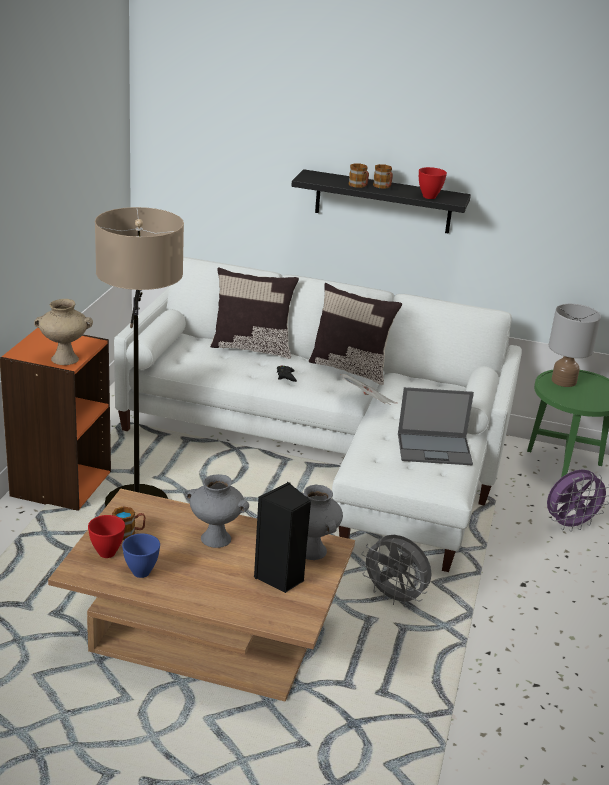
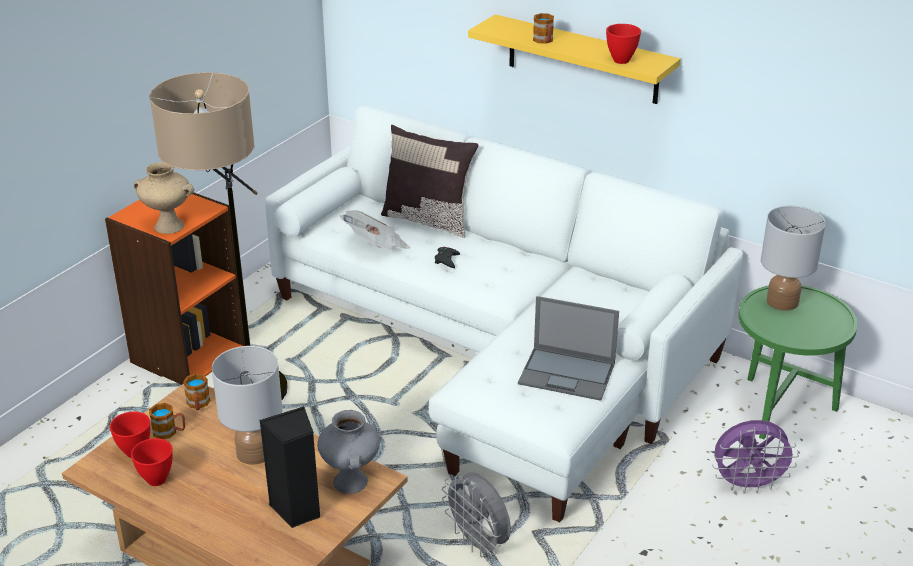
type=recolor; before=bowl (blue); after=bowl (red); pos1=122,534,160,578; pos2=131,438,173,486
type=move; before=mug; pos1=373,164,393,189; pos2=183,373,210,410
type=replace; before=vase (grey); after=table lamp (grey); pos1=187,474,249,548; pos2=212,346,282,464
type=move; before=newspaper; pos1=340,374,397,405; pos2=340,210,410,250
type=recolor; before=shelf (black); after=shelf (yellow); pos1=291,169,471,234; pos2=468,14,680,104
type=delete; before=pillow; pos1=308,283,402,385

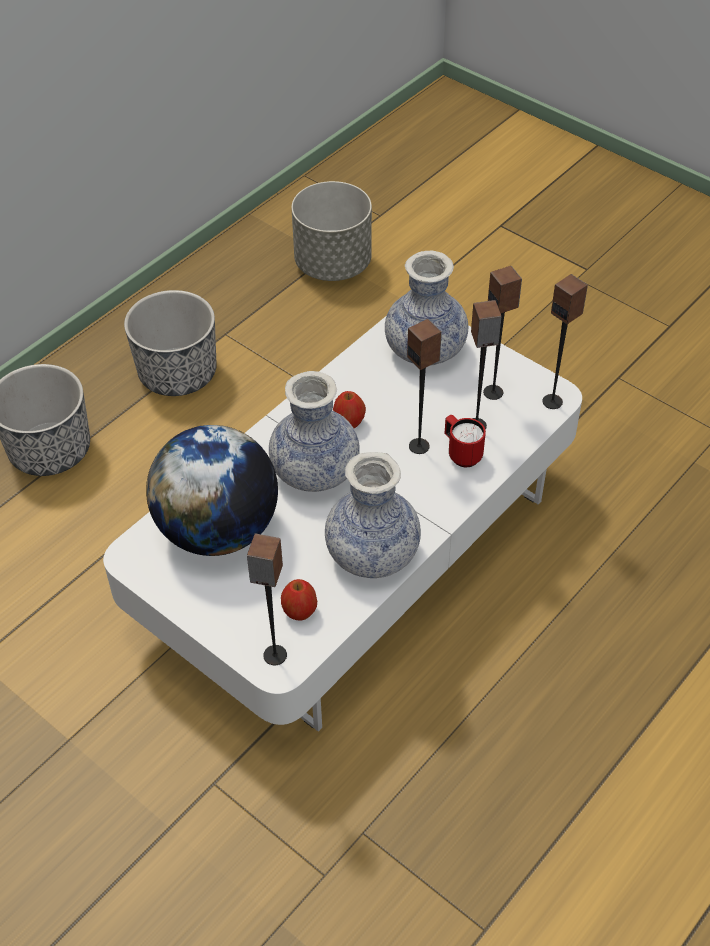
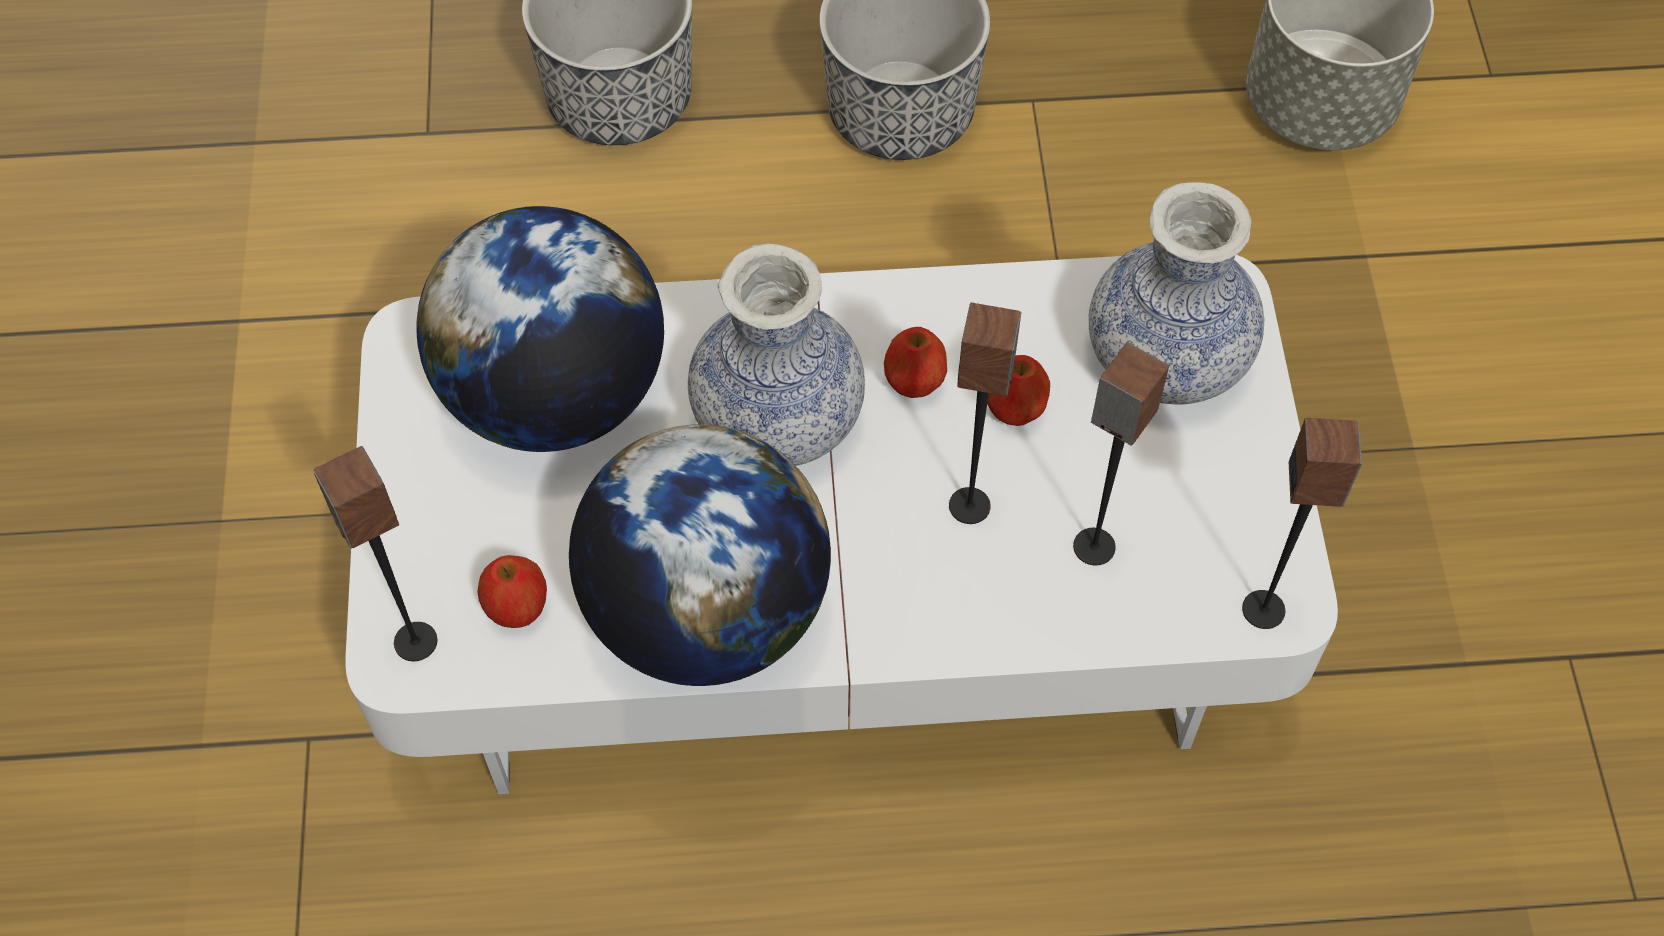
type=replace; before=vase; after=globe; pos1=325,452,421,578; pos2=569,424,831,686
type=insert; after=apple; pos2=987,355,1050,426
type=delete; before=mug (red); pos1=445,415,486,467
type=delete; before=speaker; pos1=483,266,522,400

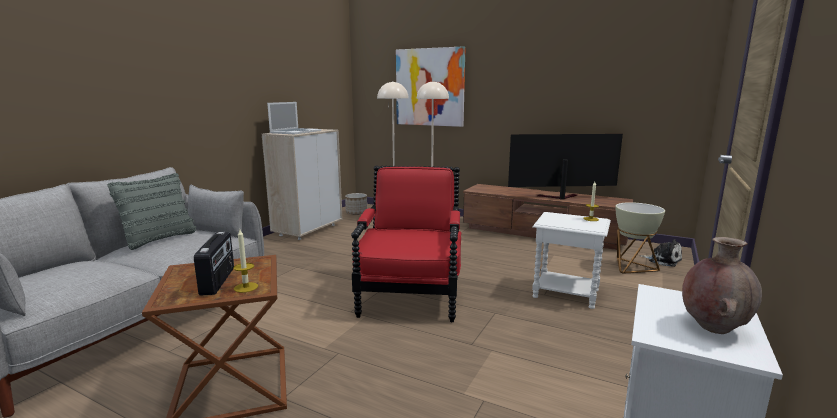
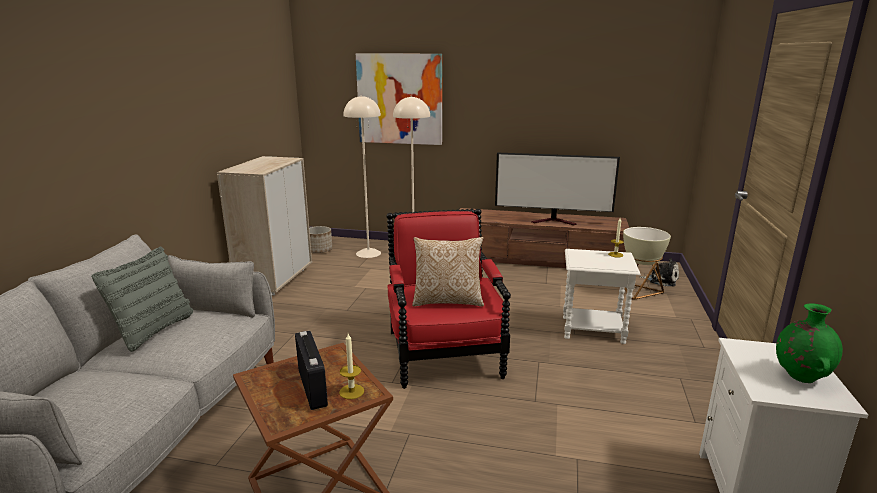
type=insert; after=pillow; pos2=412,237,484,307
type=rotate; before=television; pos1=508,134,623,200; pos2=495,152,620,225; turn=-150
type=recolor; before=vase (brown); after=vase (green); pos1=682,237,762,334; pos2=776,303,843,383
type=delete; before=laptop; pos1=267,102,321,134

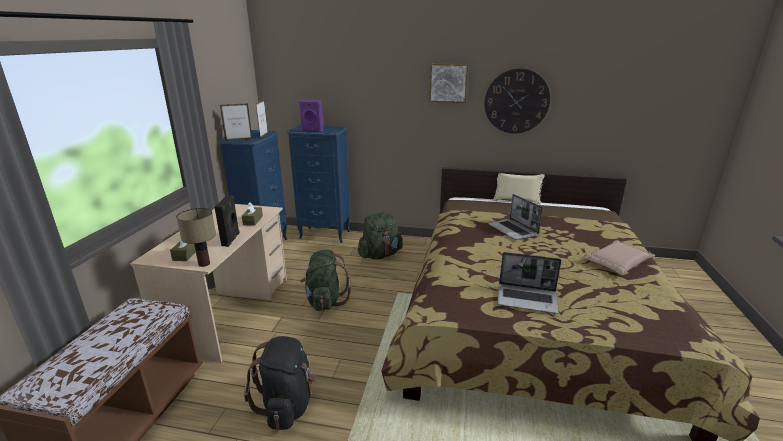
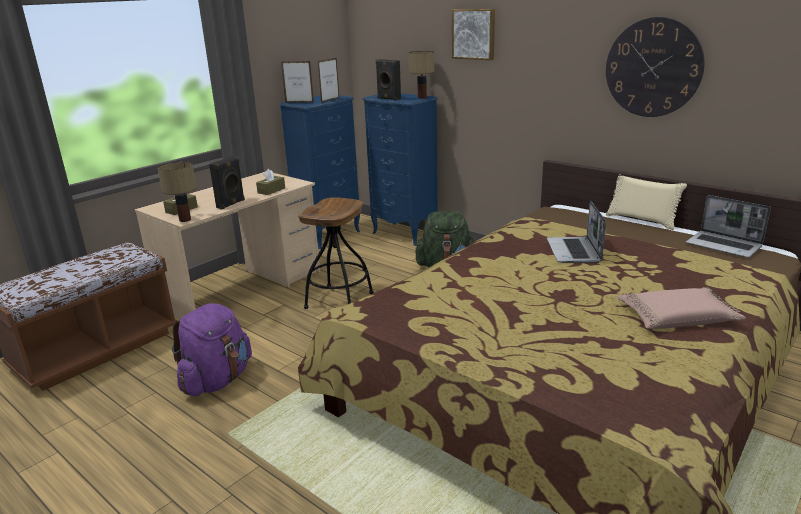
type=recolor; before=backpack (black); after=backpack (purple); pos1=244,336,317,430; pos2=172,303,252,396
type=replace; before=backpack (green); after=stool (brown); pos1=300,250,350,311; pos2=298,197,374,309
type=recolor; before=speaker (purple); after=speaker (black); pos1=299,100,323,132; pos2=376,59,401,101
type=insert; after=table lamp; pos2=408,51,435,99
type=move; before=picture; pos1=429,63,468,103; pos2=452,9,495,60
type=move; before=laptop; pos1=497,252,561,314; pos2=686,195,771,258

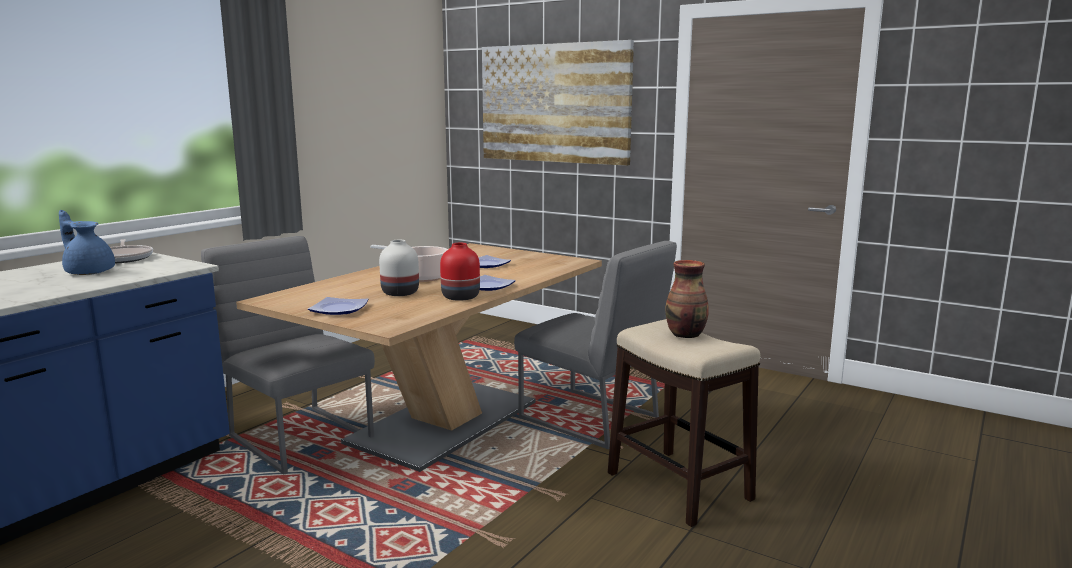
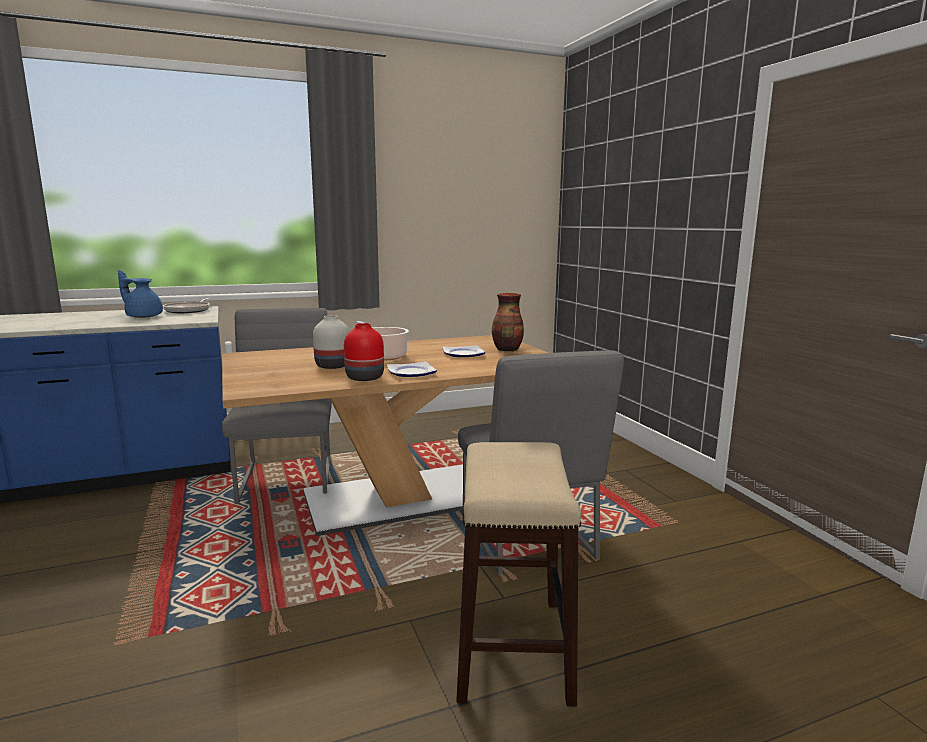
type=rotate; before=teapot (blue); pos1=59,210,115,275; pos2=118,270,163,318; turn=-45
type=move; before=vase; pos1=666,260,709,338; pos2=492,293,524,352
type=delete; before=plate; pos1=308,297,369,315
type=delete; before=picture; pos1=482,40,634,166

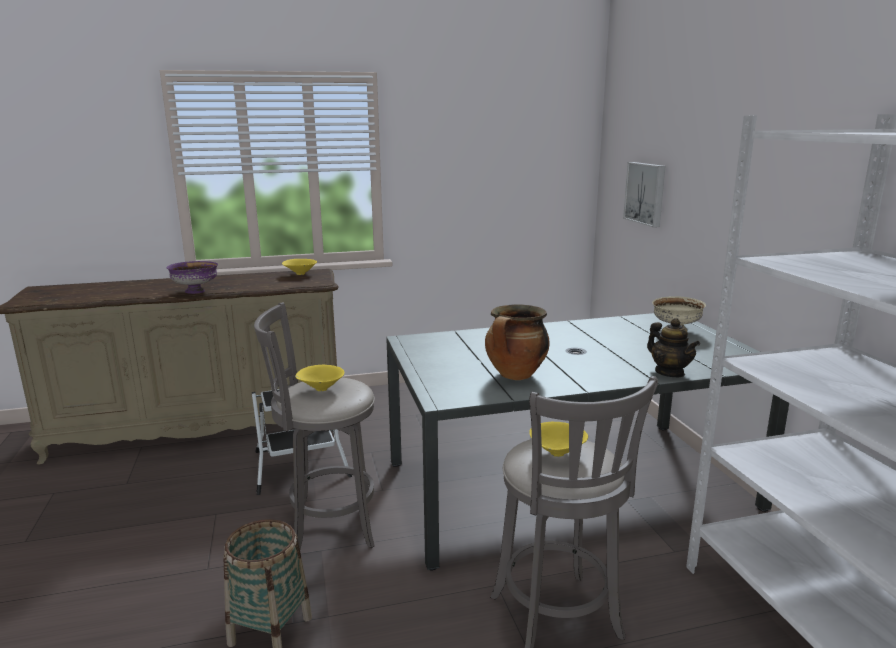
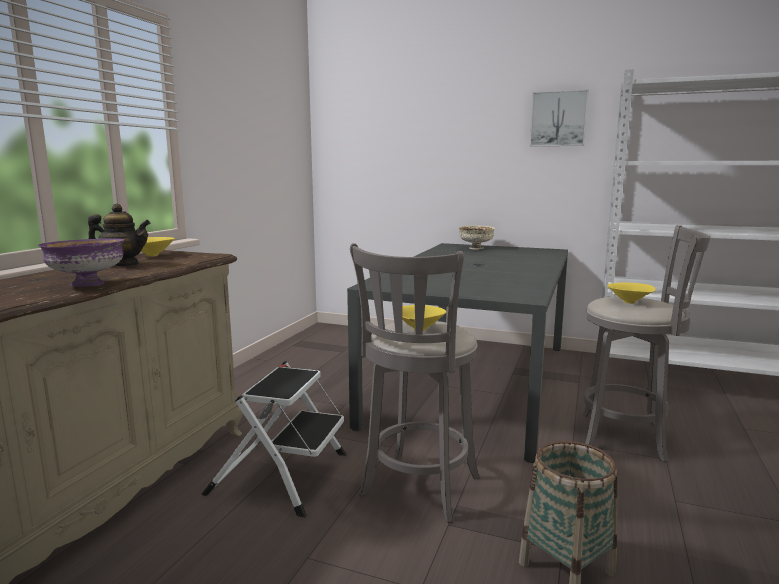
type=move; before=teapot; pos1=647,318,700,377; pos2=88,204,151,266
type=move; before=picture; pos1=623,162,665,227; pos2=530,89,588,146
type=delete; before=cooking pot; pos1=485,304,550,380

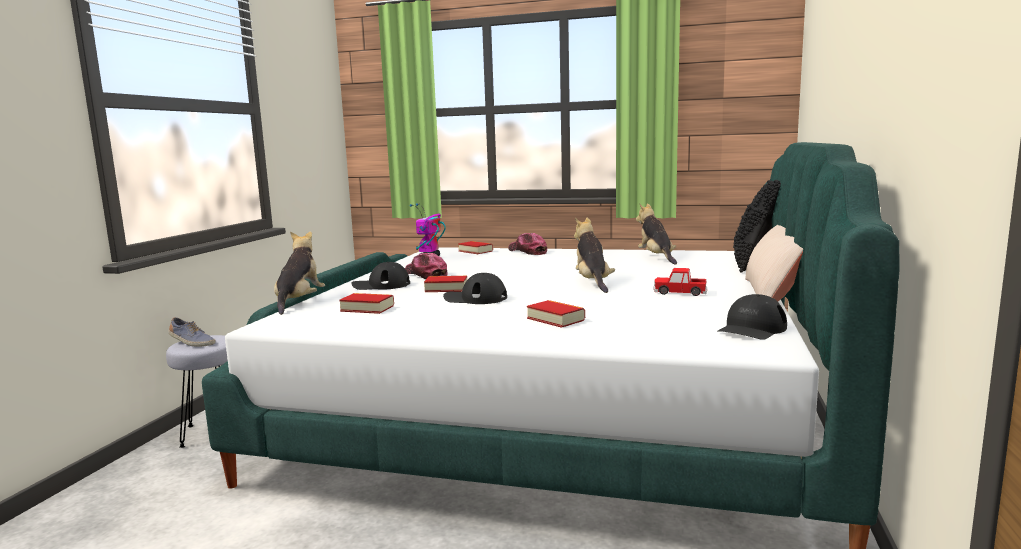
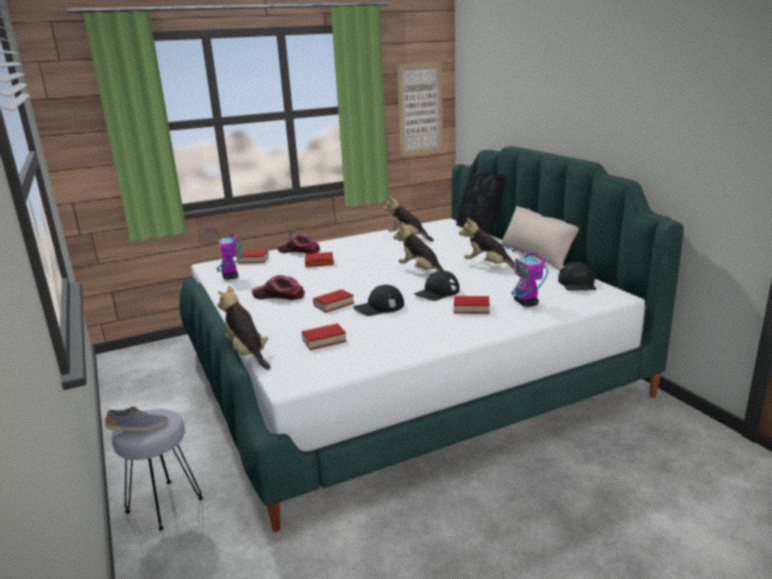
type=insert; after=book; pos2=305,252,334,267
type=insert; after=picture; pos2=397,61,443,156
type=move; before=cap (black); pos1=351,262,410,290; pos2=414,271,460,301
type=replace; before=toy car; after=plush toy; pos1=653,268,707,296; pos2=459,217,514,269
type=insert; after=toy robot; pos2=506,245,548,307

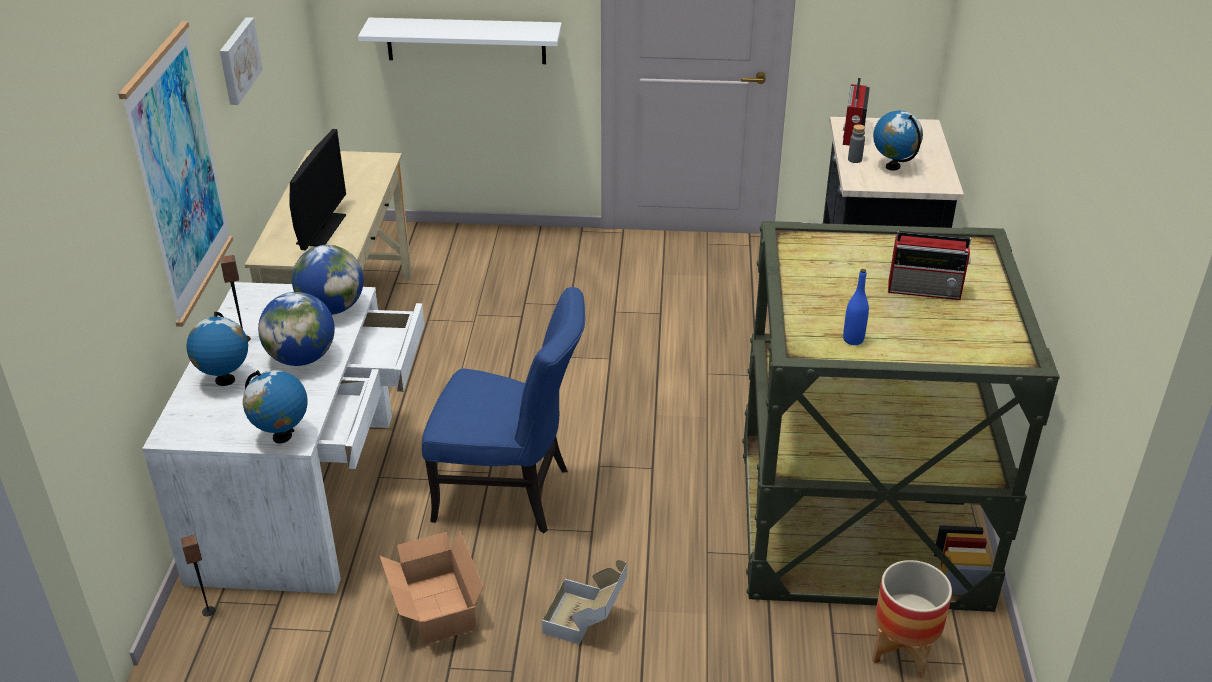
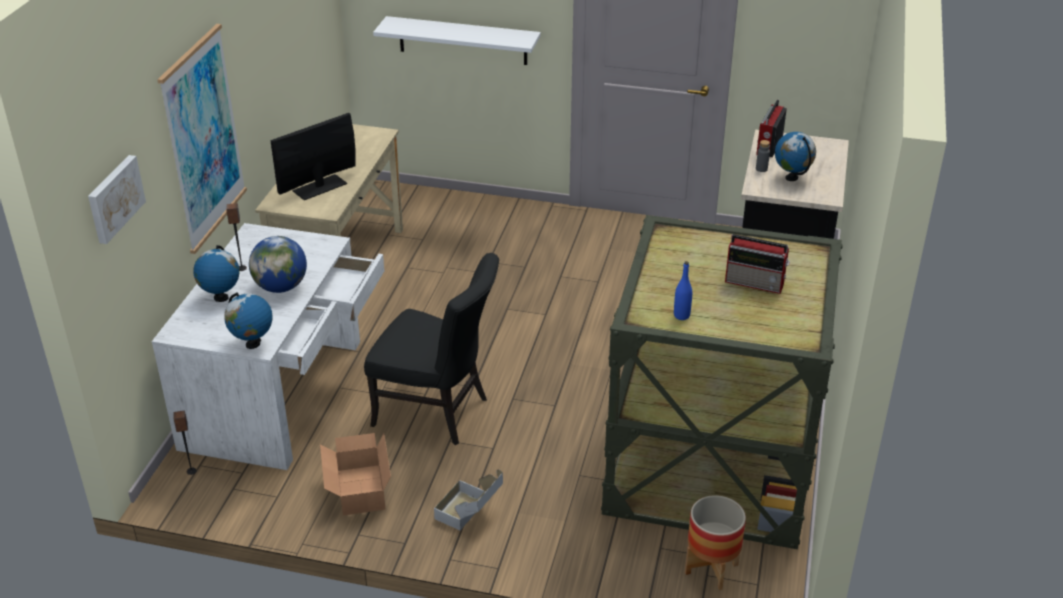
type=move; before=picture; pos1=220,17,263,105; pos2=88,155,146,244
type=rotate; before=monitor; pos1=289,129,346,251; pos2=270,113,356,200; turn=-150
type=recolor; before=chair (blue); after=chair (black); pos1=422,287,585,534; pos2=364,253,499,445
type=delete; before=globe; pos1=292,245,364,315

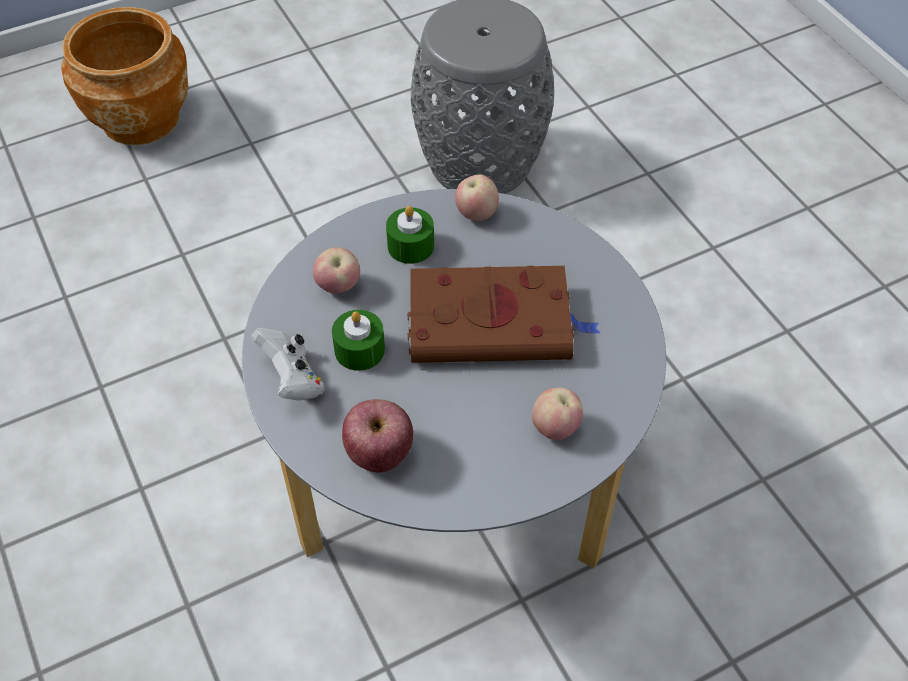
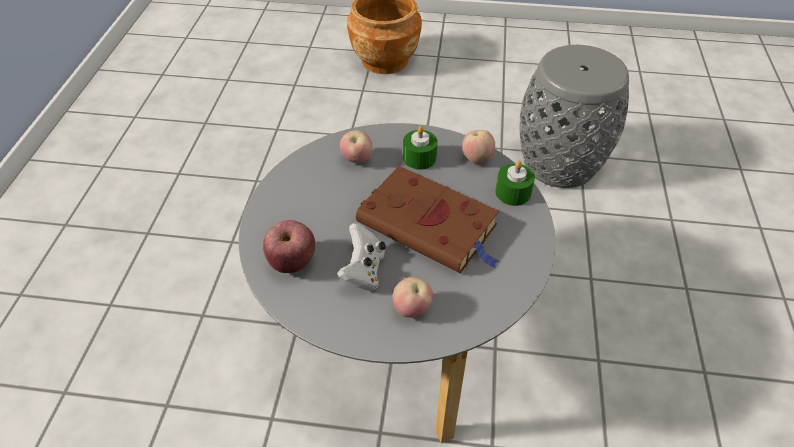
type=move; before=game controller (white); pos1=251,328,324,401; pos2=337,223,386,290
type=move; before=candle (green); pos1=332,310,385,371; pos2=495,161,535,206

